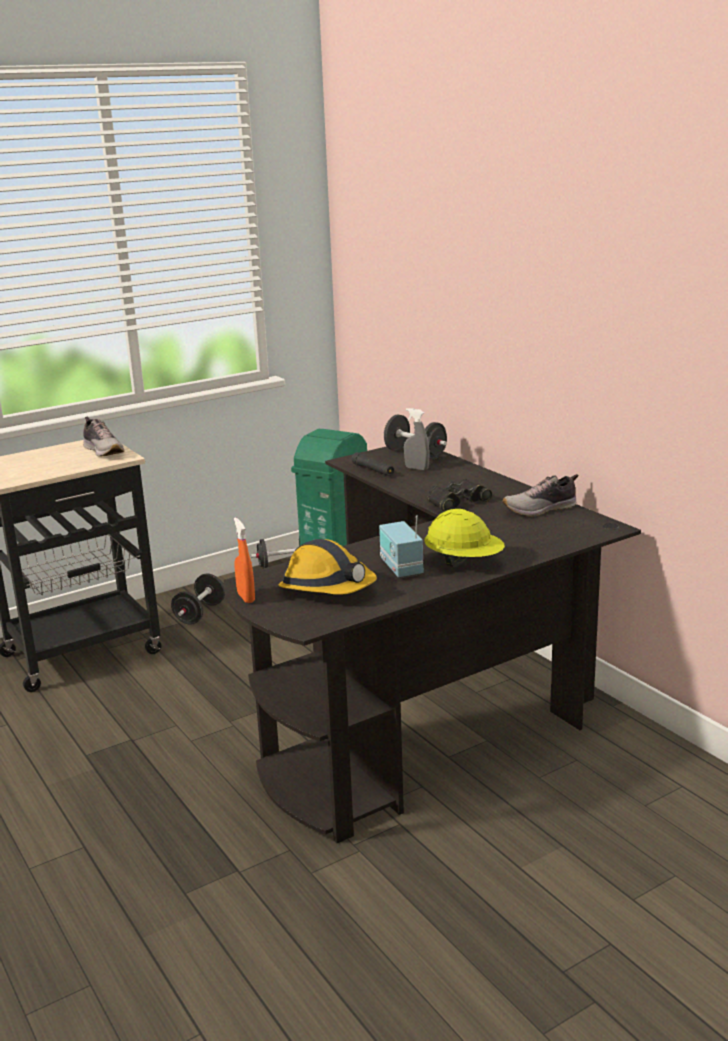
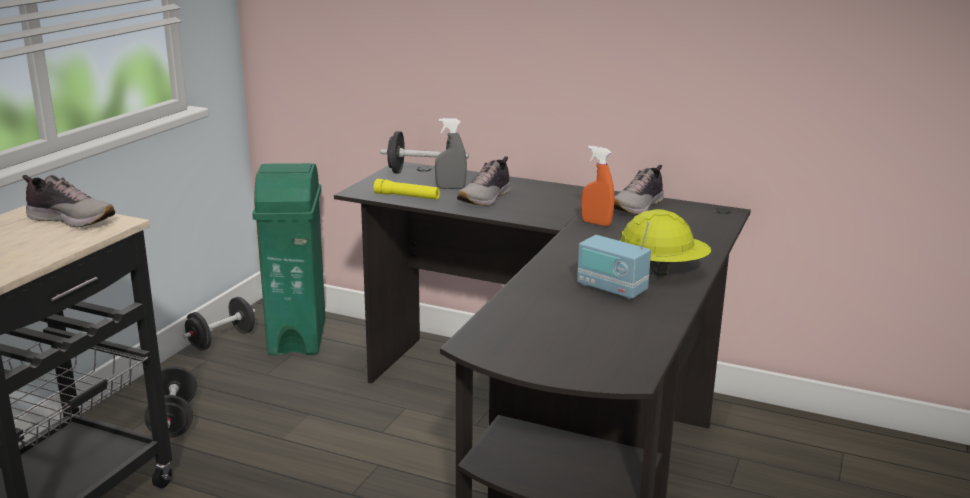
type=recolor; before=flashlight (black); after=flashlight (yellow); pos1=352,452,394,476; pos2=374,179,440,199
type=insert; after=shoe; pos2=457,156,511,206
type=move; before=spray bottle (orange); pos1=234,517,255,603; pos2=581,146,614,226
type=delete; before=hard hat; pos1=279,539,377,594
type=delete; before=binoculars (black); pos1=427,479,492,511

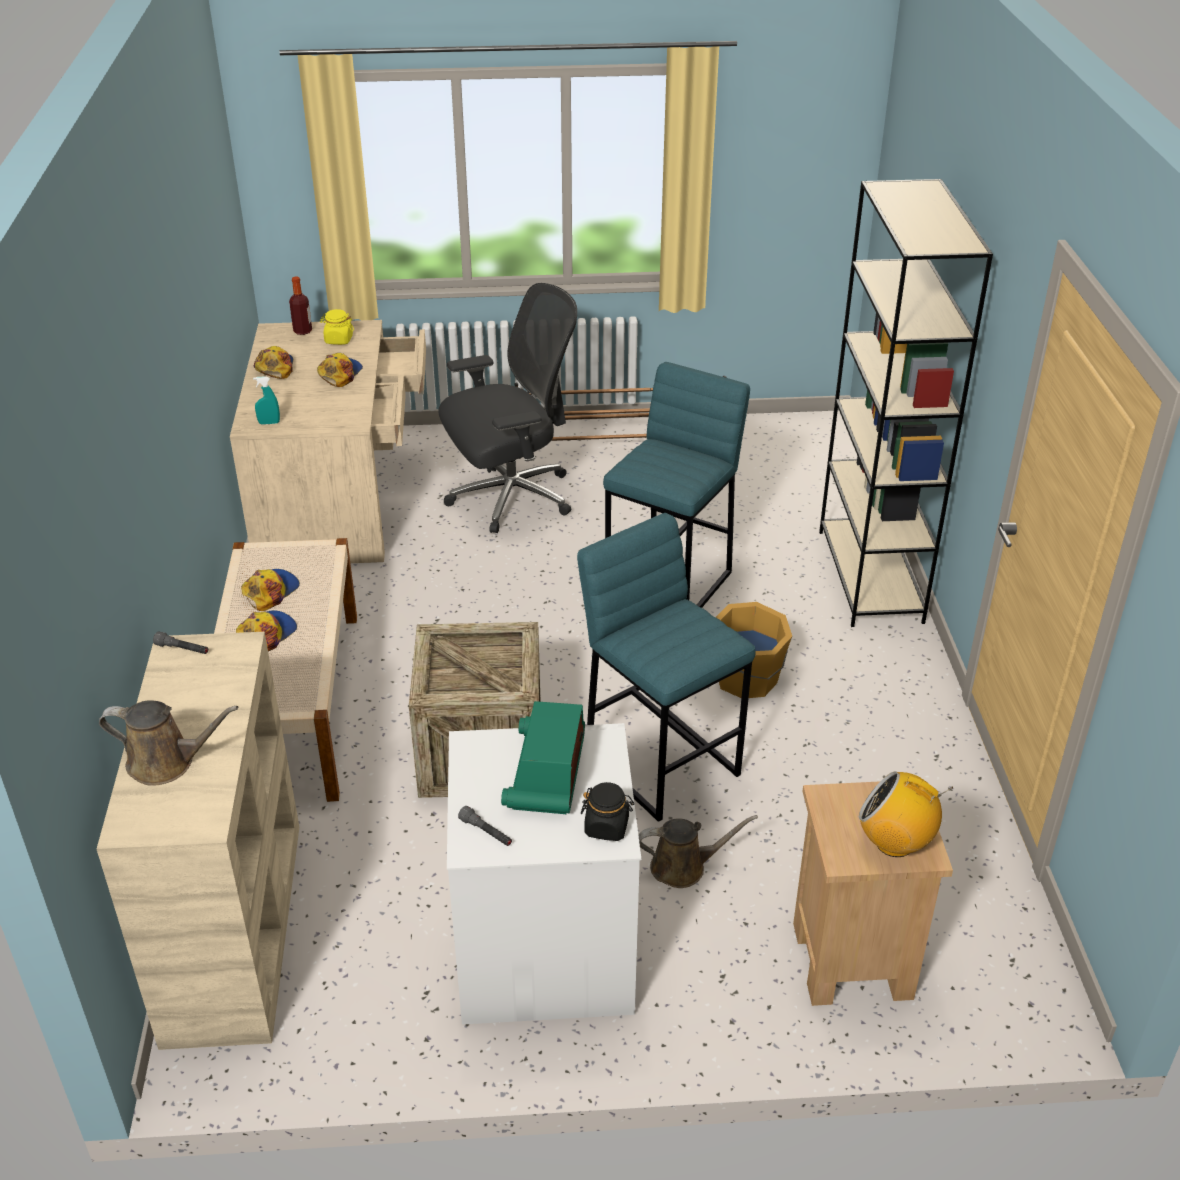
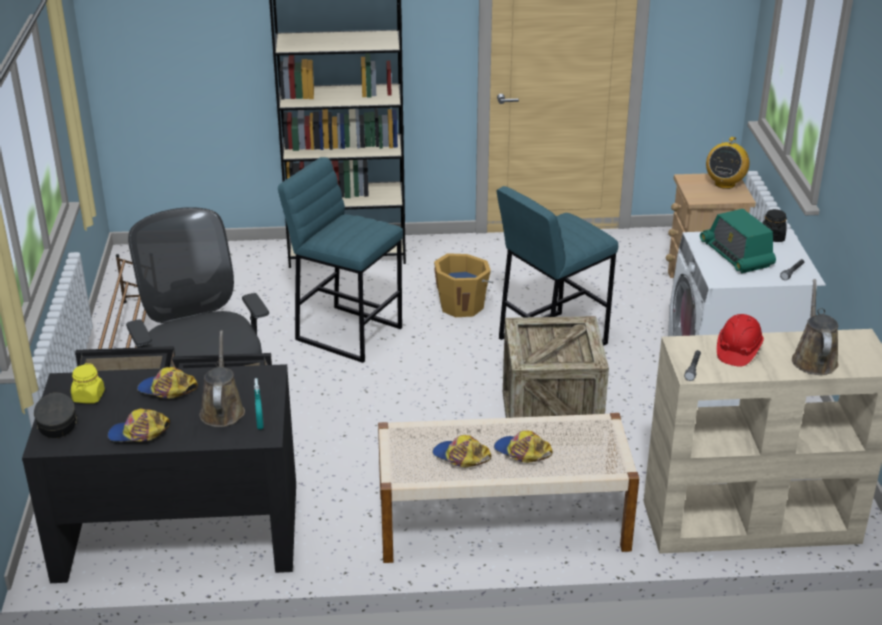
type=recolor; before=desk (beige); after=desk (black); pos1=230,320,426,567; pos2=22,346,296,583
type=replace; before=bottle; after=cap (grey); pos1=289,276,312,335; pos2=34,393,77,438
type=move; before=watering can (brown); pos1=639,815,758,888; pos2=200,330,245,427
type=rotate; before=radio; pos1=501,701,585,814; pos2=700,209,776,273; turn=60
type=insert; after=hard hat (red); pos2=717,314,764,367

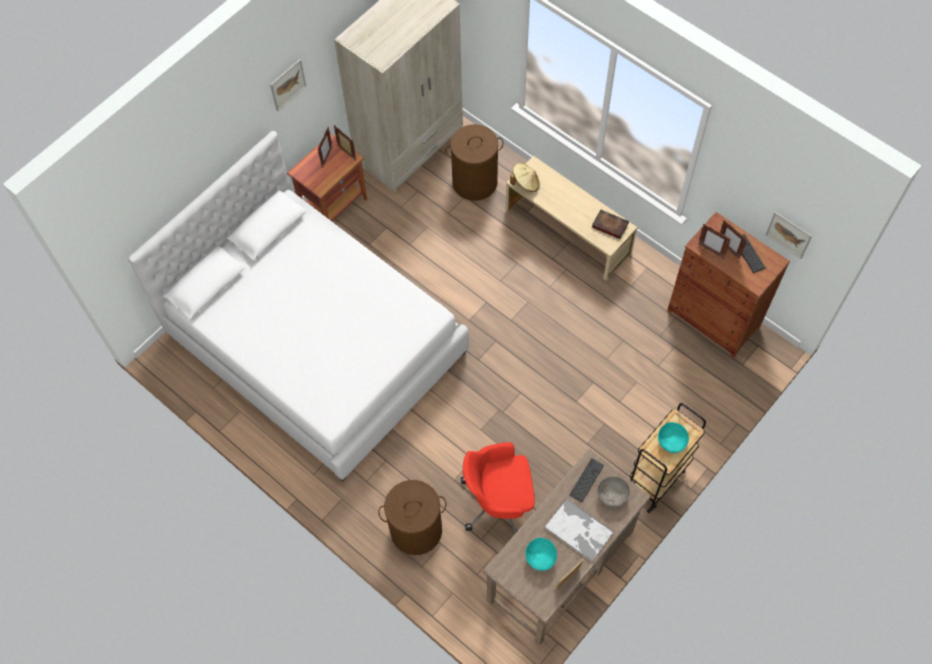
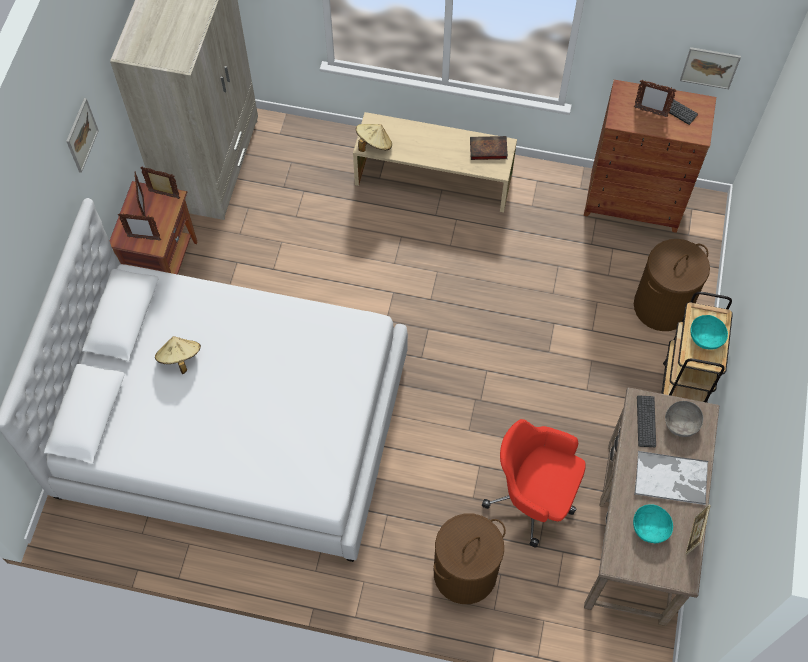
type=move; before=picture frame; pos1=698,224,731,258; pos2=118,213,161,241
type=insert; after=hat (beige); pos2=155,336,201,374
type=rotate; before=office chair (red); pos1=461,442,535,533; pos2=482,419,586,547; turn=60
type=move; before=laundry basket (brown); pos1=445,124,504,201; pos2=634,239,710,331

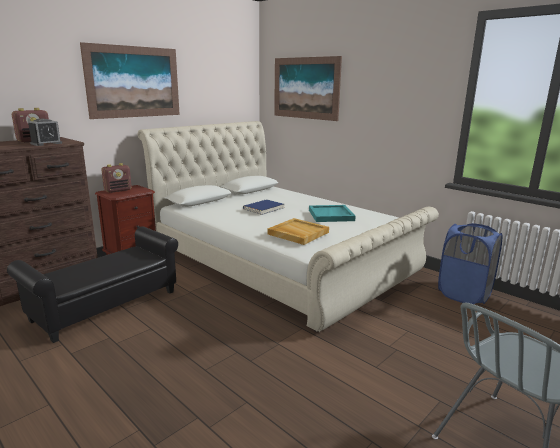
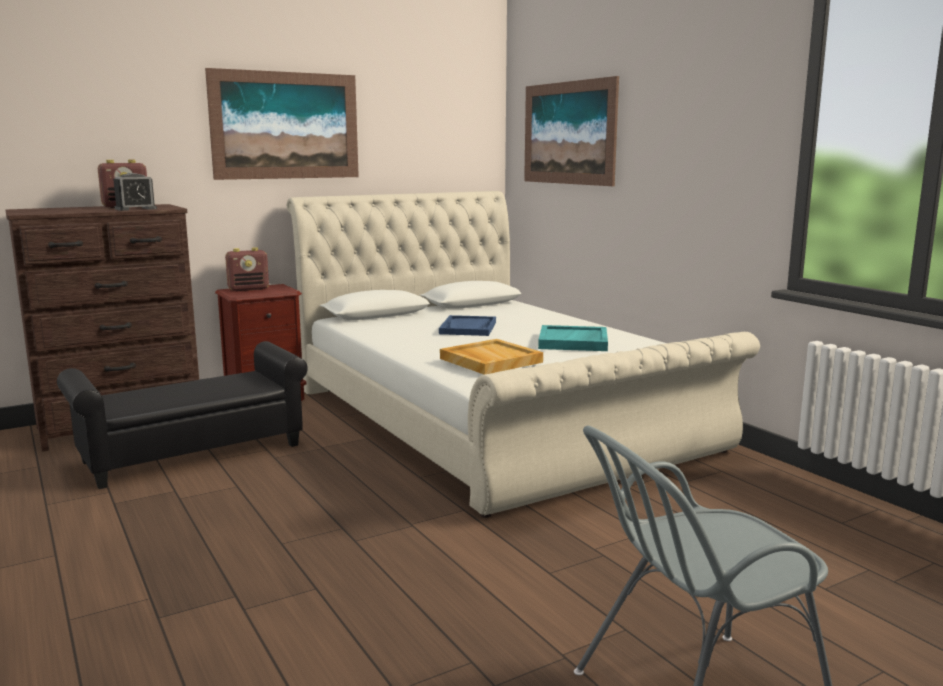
type=replace; before=book (blue); after=tray (blue); pos1=243,199,285,215; pos2=439,315,496,336
type=delete; before=laundry basket (blue); pos1=438,223,503,304

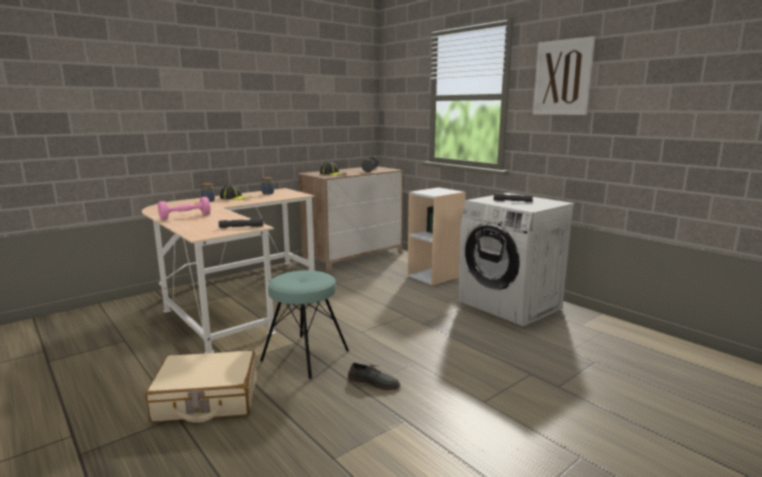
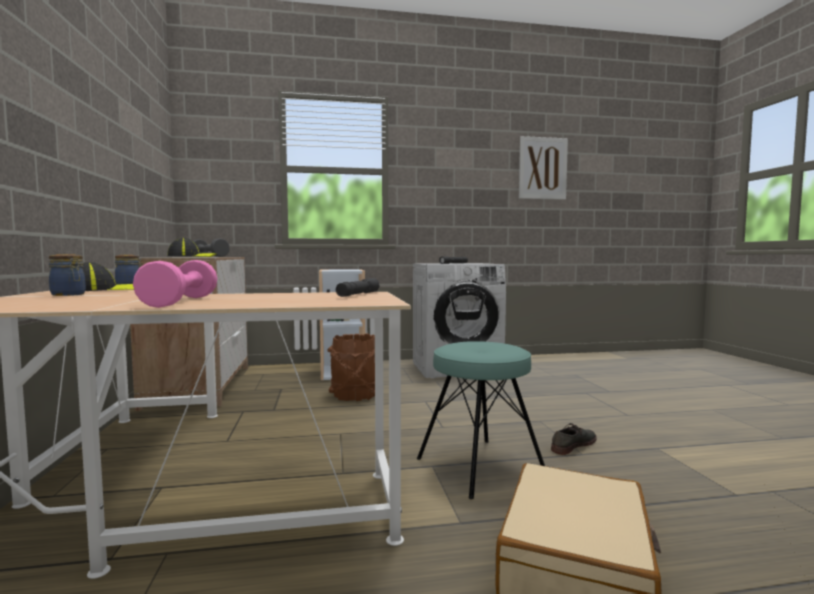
type=insert; after=bucket (brown); pos2=327,333,375,401
type=move; before=picture; pos1=533,36,595,115; pos2=519,136,568,200

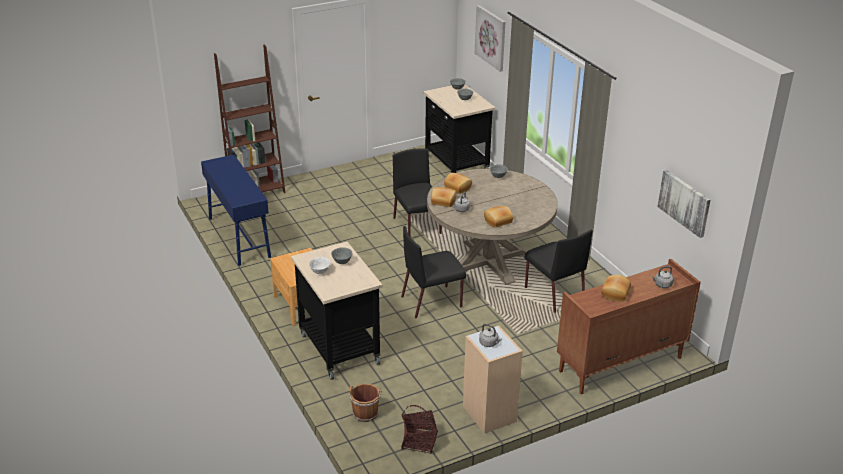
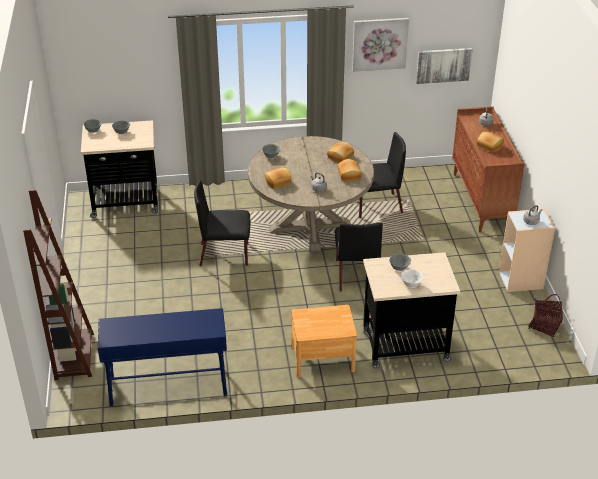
type=move; before=bread; pos1=431,187,456,207; pos2=327,142,354,163
type=move; before=picture; pos1=475,5,506,72; pos2=352,18,409,72
type=delete; before=bucket (brown); pos1=349,384,382,422

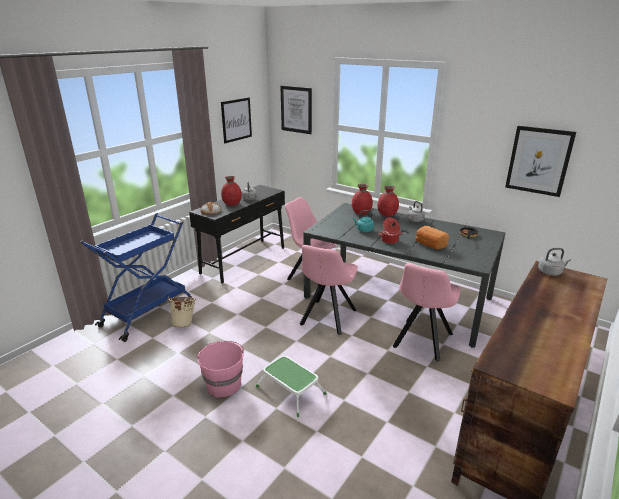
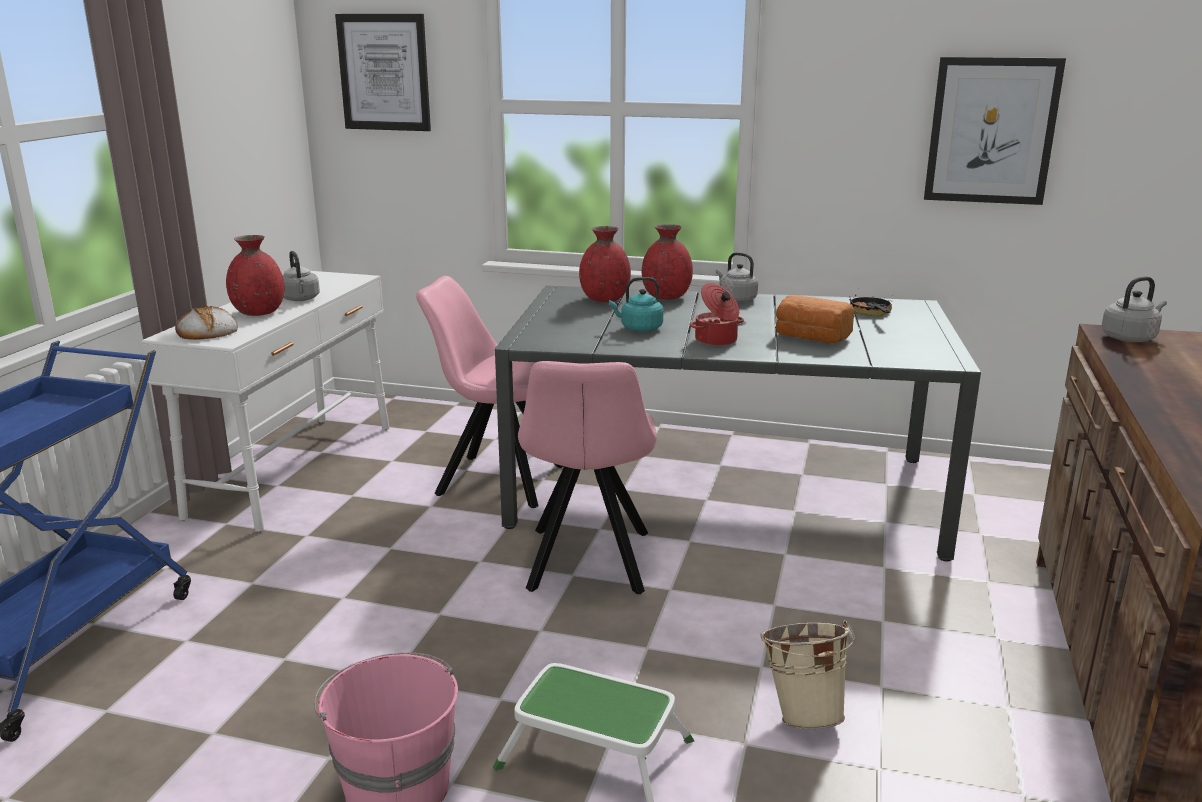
type=recolor; before=console table (black); after=console table (white); pos1=189,185,285,283; pos2=142,271,389,532
type=move; before=bucket (beige); pos1=167,297,196,327; pos2=760,620,855,729
type=delete; before=picture; pos1=221,97,252,143
type=delete; before=chair (pink); pos1=393,263,461,362

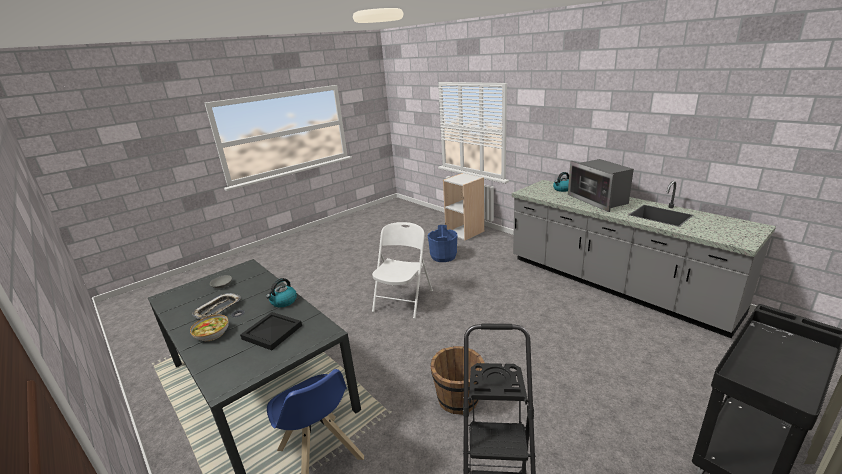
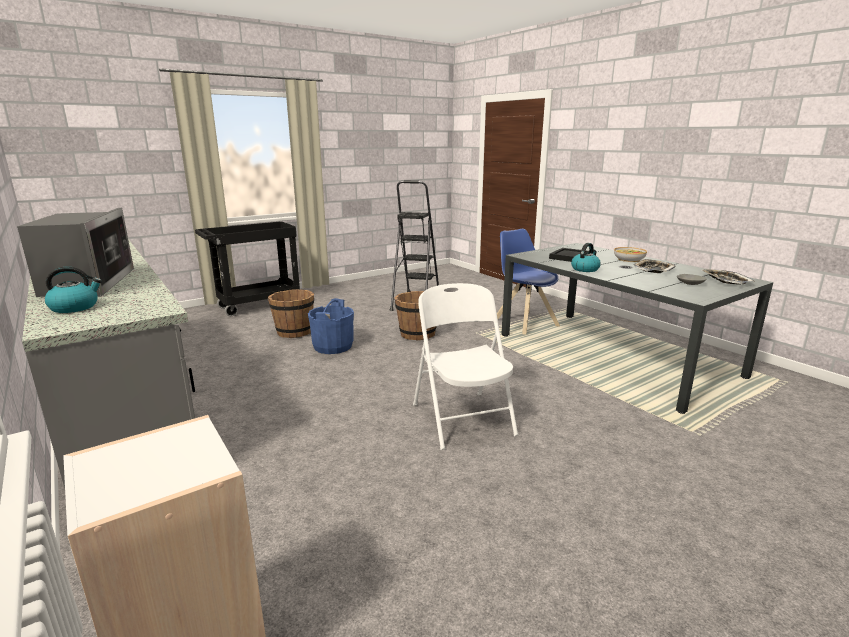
type=insert; after=bucket (brown); pos2=268,289,314,338
type=move; before=bucket (blue); pos1=428,225,458,262; pos2=308,298,354,354
type=rotate; before=chair (white); pos1=372,222,433,319; pos2=413,283,519,450; turn=135
type=insert; after=tray; pos2=702,269,755,284

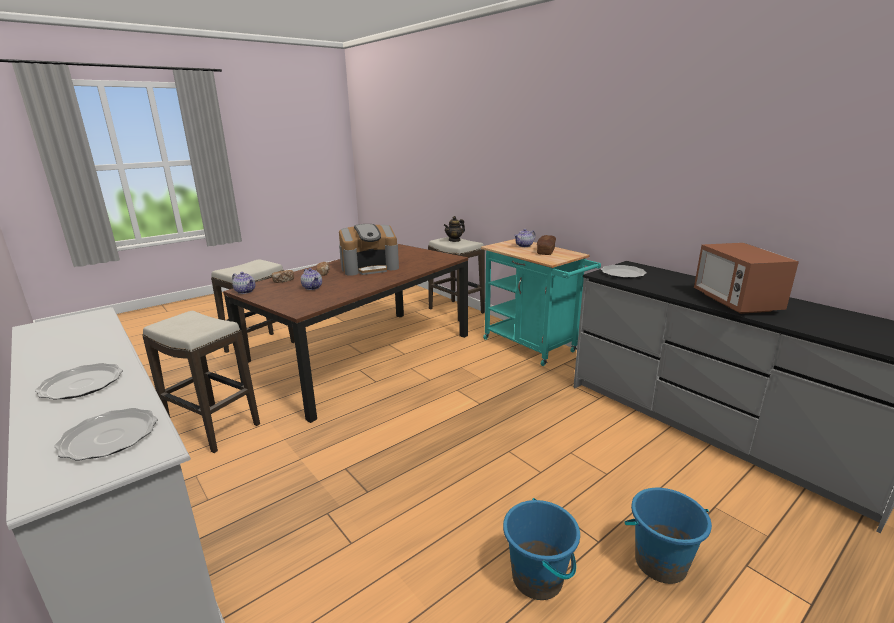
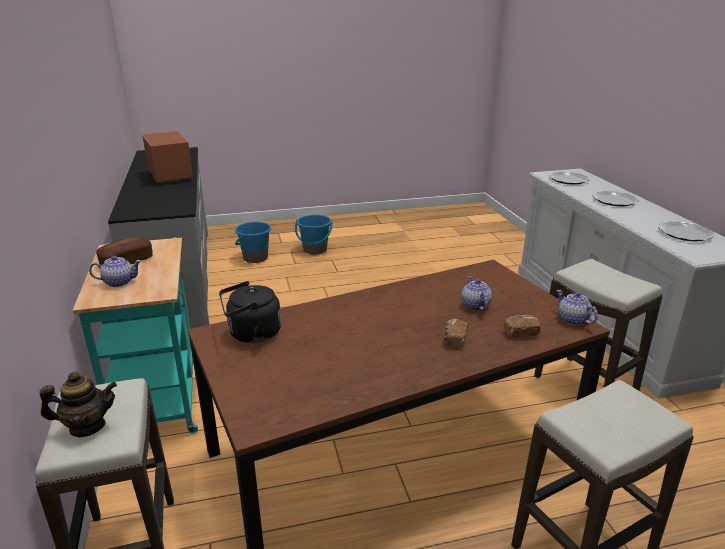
type=rotate; before=microwave; pos1=694,243,799,314; pos2=142,131,193,183; turn=-45
type=insert; after=kettle (black); pos2=219,281,281,343
type=move; before=bucket (blue); pos1=503,498,580,600; pos2=235,222,271,263
type=move; before=plate; pos1=601,265,647,279; pos2=659,222,714,241
type=delete; before=coffee machine; pos1=339,224,399,276

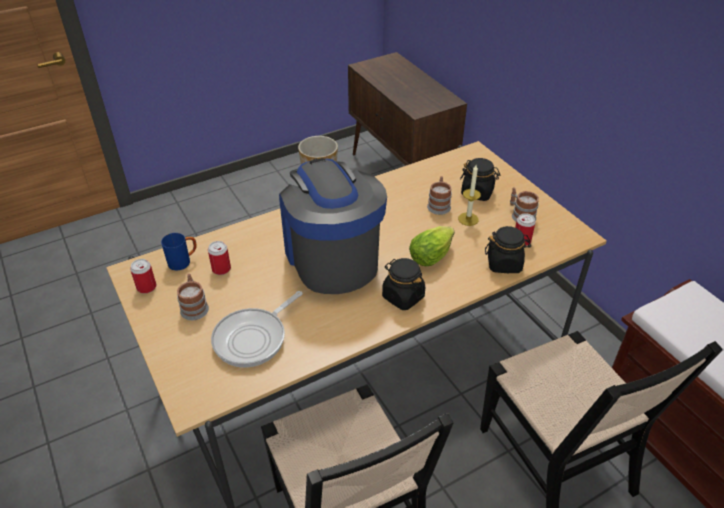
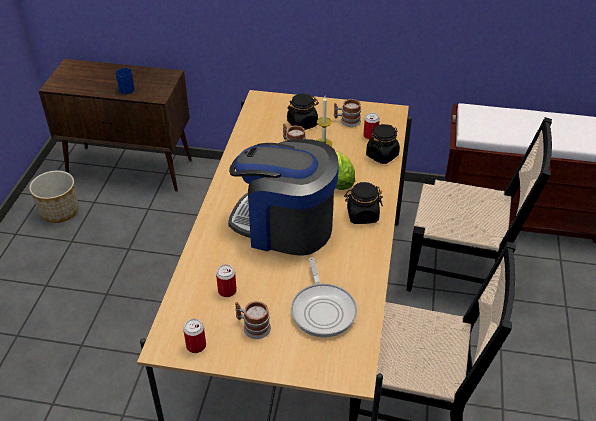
type=move; before=mug (blue); pos1=161,233,197,271; pos2=115,68,135,94

